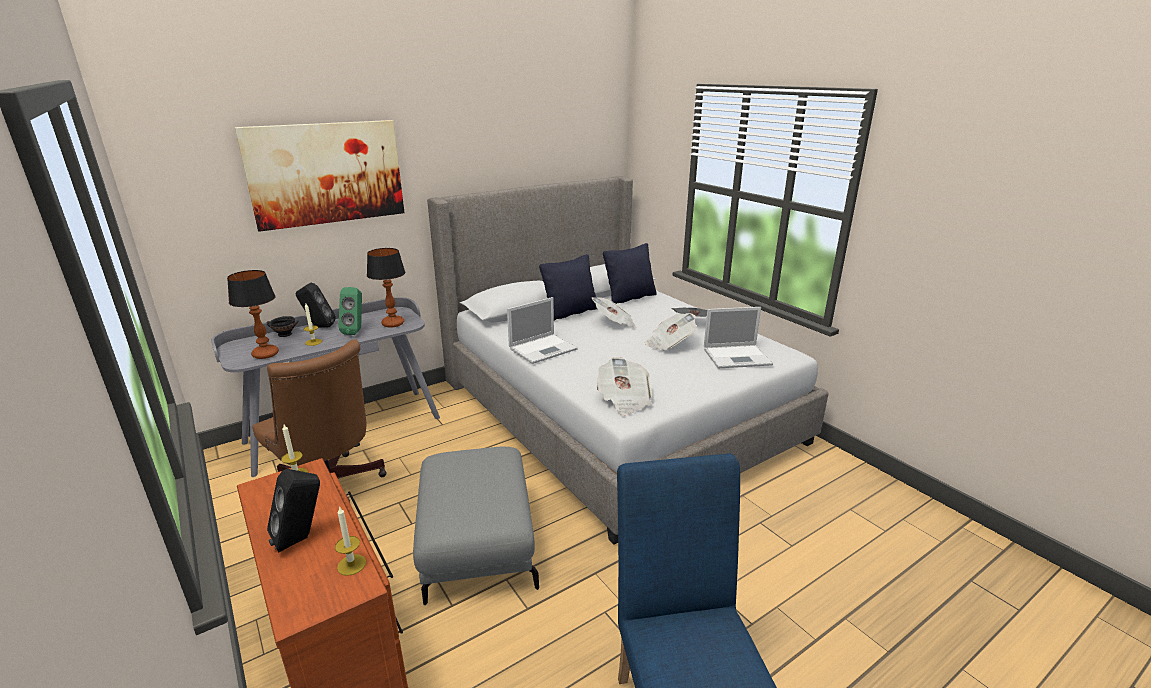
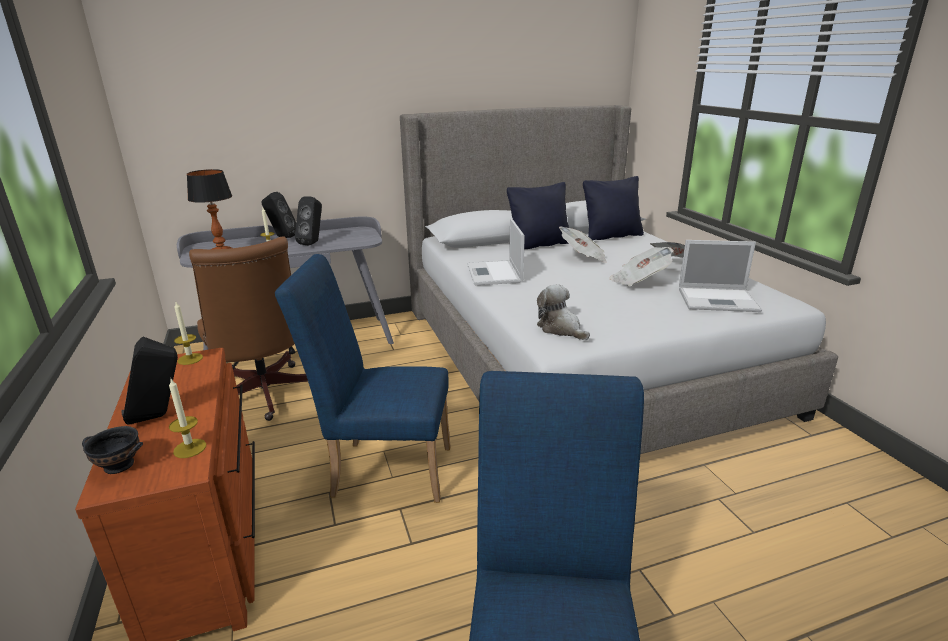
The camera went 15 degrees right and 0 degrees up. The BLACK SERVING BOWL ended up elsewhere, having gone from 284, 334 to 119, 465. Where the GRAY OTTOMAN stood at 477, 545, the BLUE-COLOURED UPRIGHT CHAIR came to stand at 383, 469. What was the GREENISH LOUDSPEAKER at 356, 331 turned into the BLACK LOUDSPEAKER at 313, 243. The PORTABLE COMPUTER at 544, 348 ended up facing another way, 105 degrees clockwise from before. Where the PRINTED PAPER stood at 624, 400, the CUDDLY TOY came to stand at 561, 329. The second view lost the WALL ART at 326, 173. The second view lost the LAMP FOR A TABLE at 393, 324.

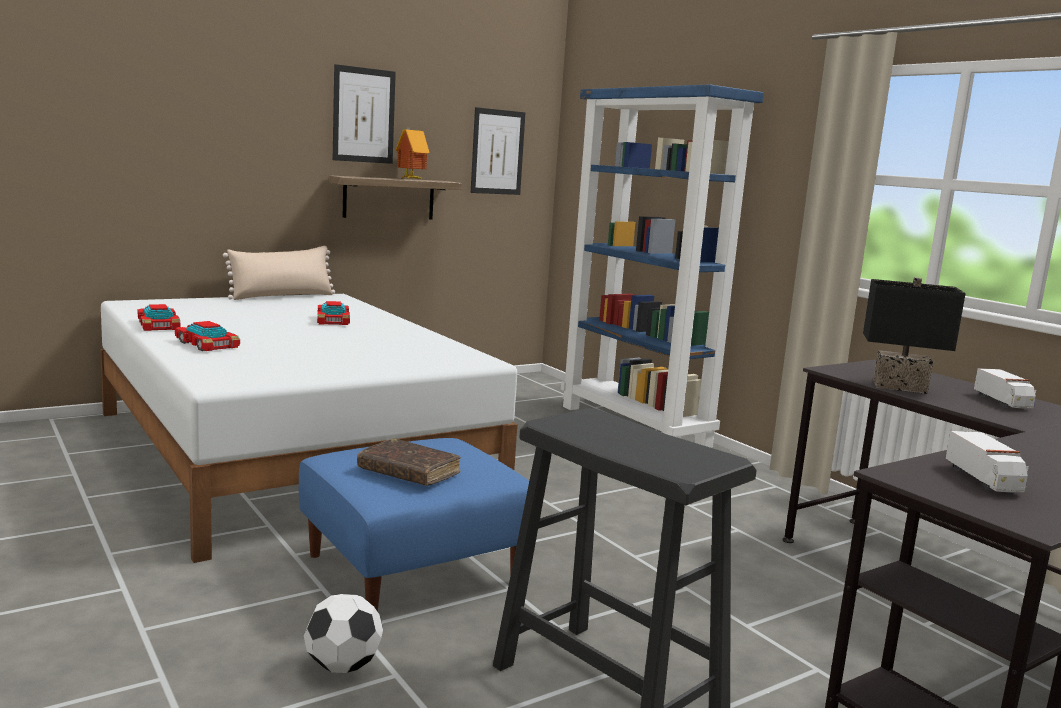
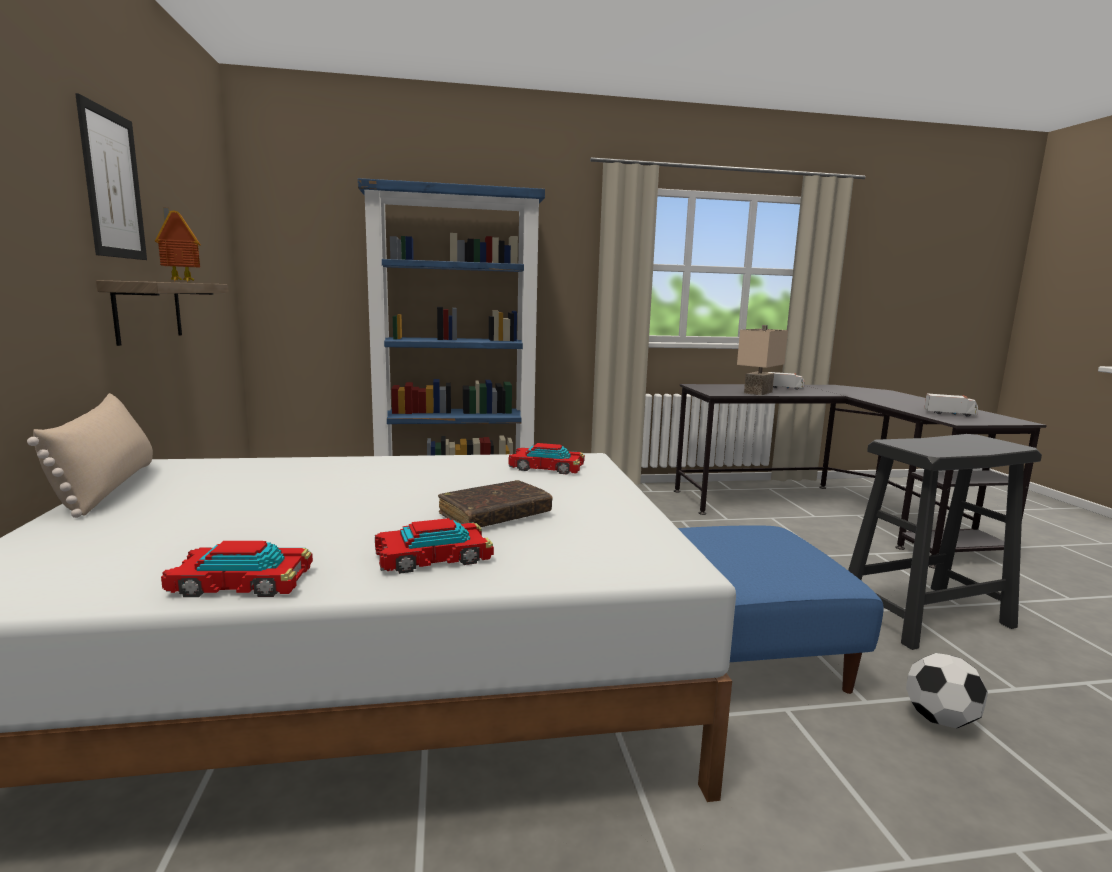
The camera went 65 degrees left and 0 degrees up. The BROWN VOLUME ended up elsewhere, having gone from 408, 472 to 495, 515. The MODEL CAR ended up elsewhere, having gone from 333, 320 to 546, 467. What was the BLACK LAMP FOR A TABLE at 900, 386 turned into the BEIGE-COLOURED LAMP FOR A TABLE at 756, 392. The second view lost the WALL ART at 497, 152.

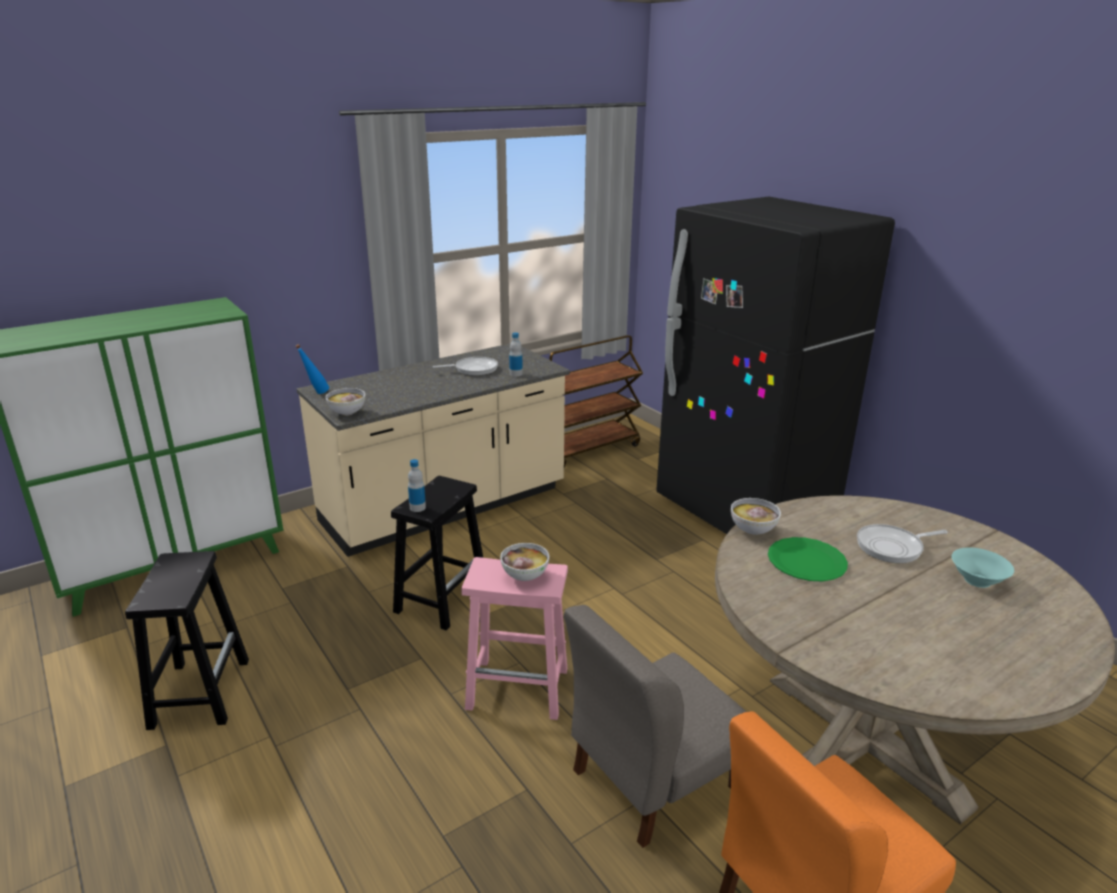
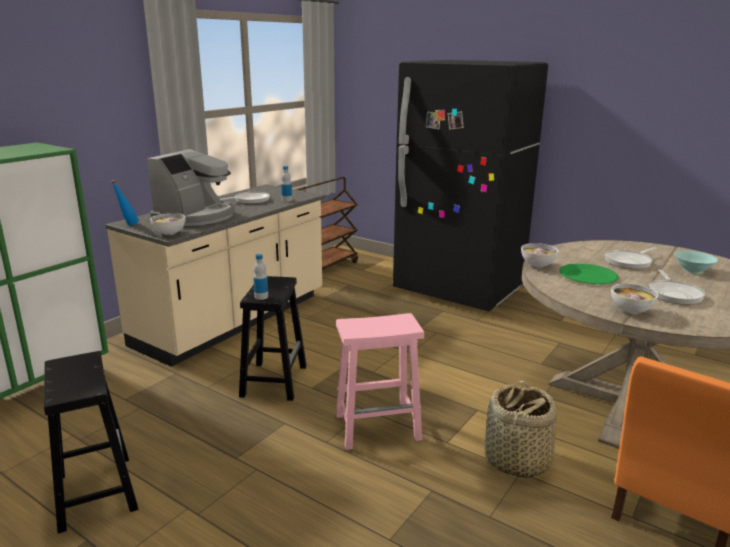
The camera went 20 degrees left and 5 degrees down. The second view gained the COFFEE MACHINE at 196, 216. Where the GRAY UPRIGHT CHAIR stood at 653, 778, the BASKET came to stand at 516, 460. The SERVING BOWL ended up elsewhere, having gone from 525, 576 to 630, 311. The second view gained the PAN at 674, 294.

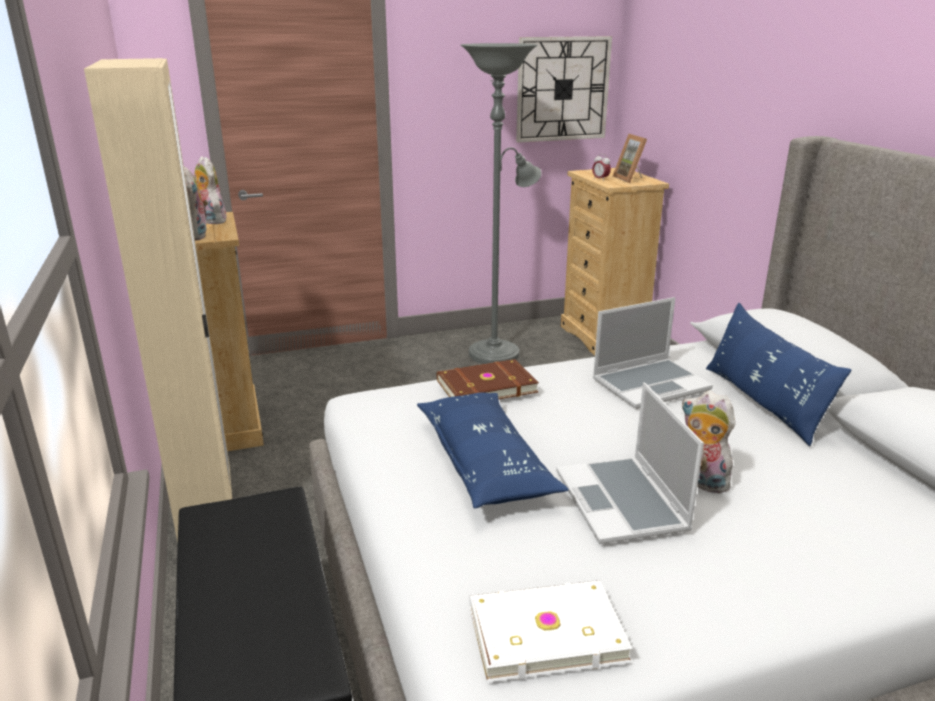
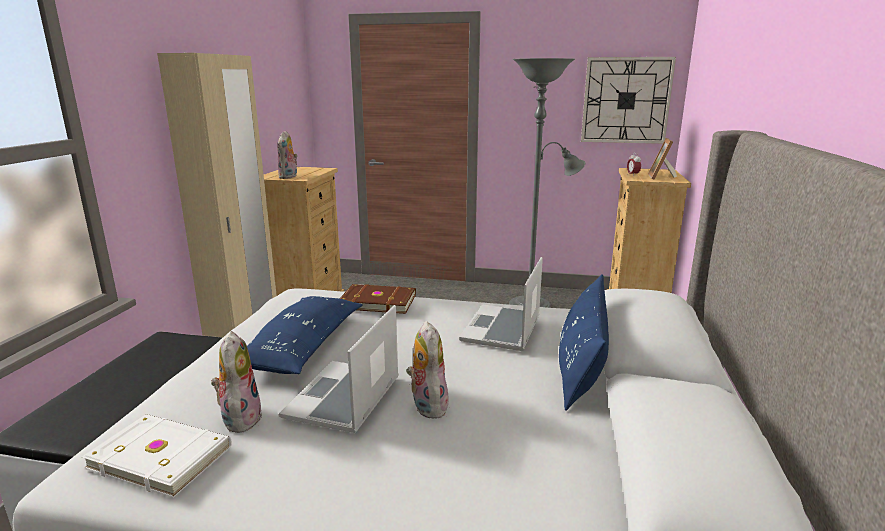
The camera went 30 degrees right and 5 degrees down. The CUDDLY TOY ended up elsewhere, having gone from 211, 221 to 240, 418. The PORTABLE COMPUTER at 651, 384 ended up facing another way, 105 degrees clockwise from before.

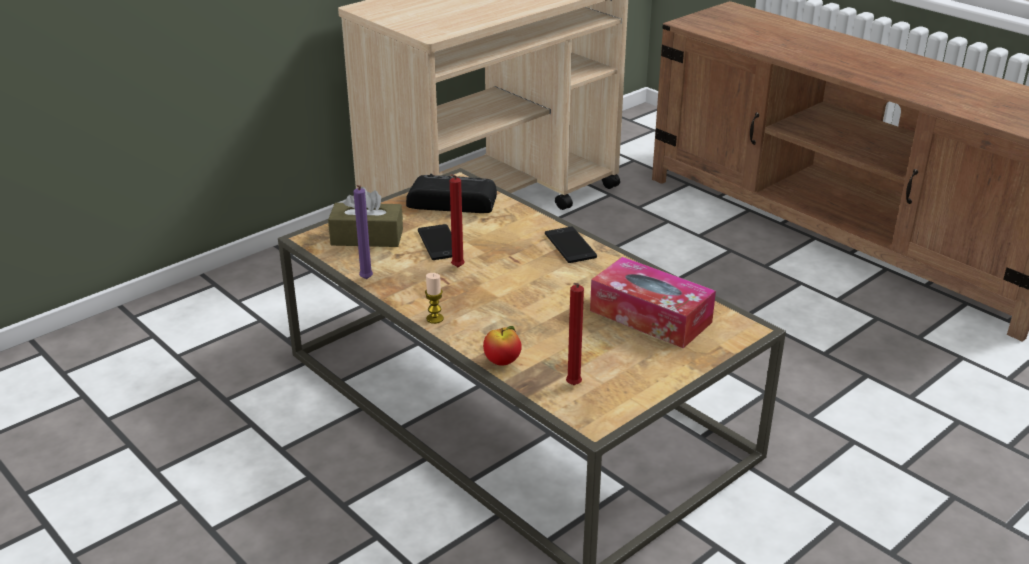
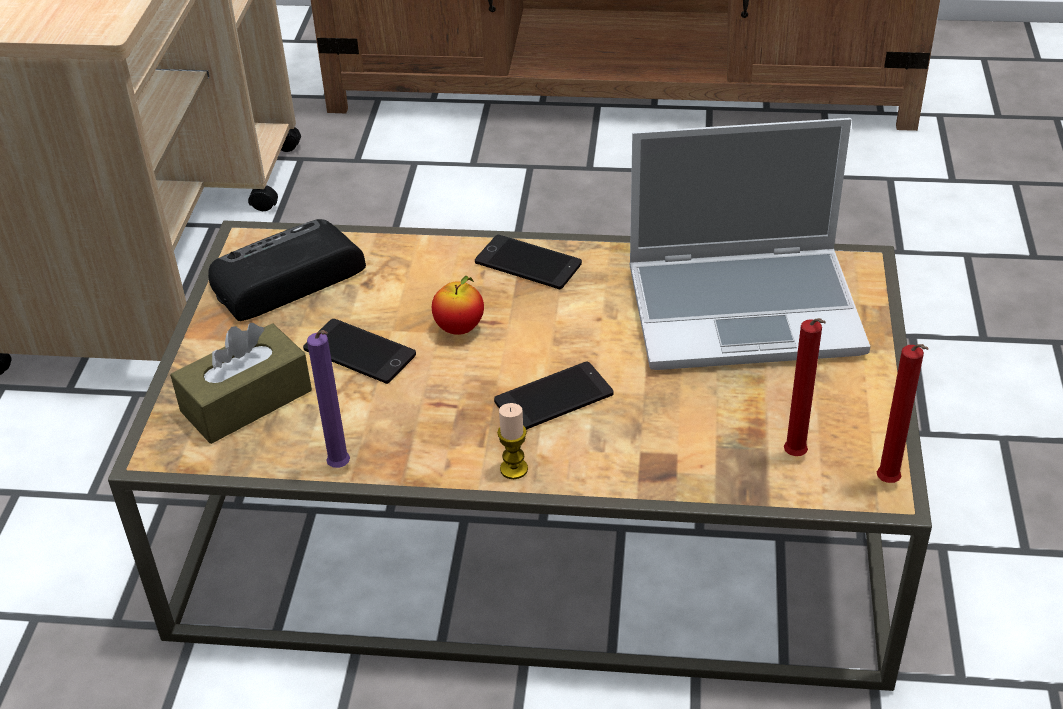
The camera went 40 degrees left and 10 degrees up. The WHOLE APPLE ended up elsewhere, having gone from 502, 362 to 459, 328. The second view gained the HANDSET at 553, 398. Where the TISSUE BOX stood at 650, 316, the PORTABLE COMPUTER came to stand at 746, 309. The RED-COLOURED CANDLE ended up elsewhere, having gone from 456, 268 to 889, 484.

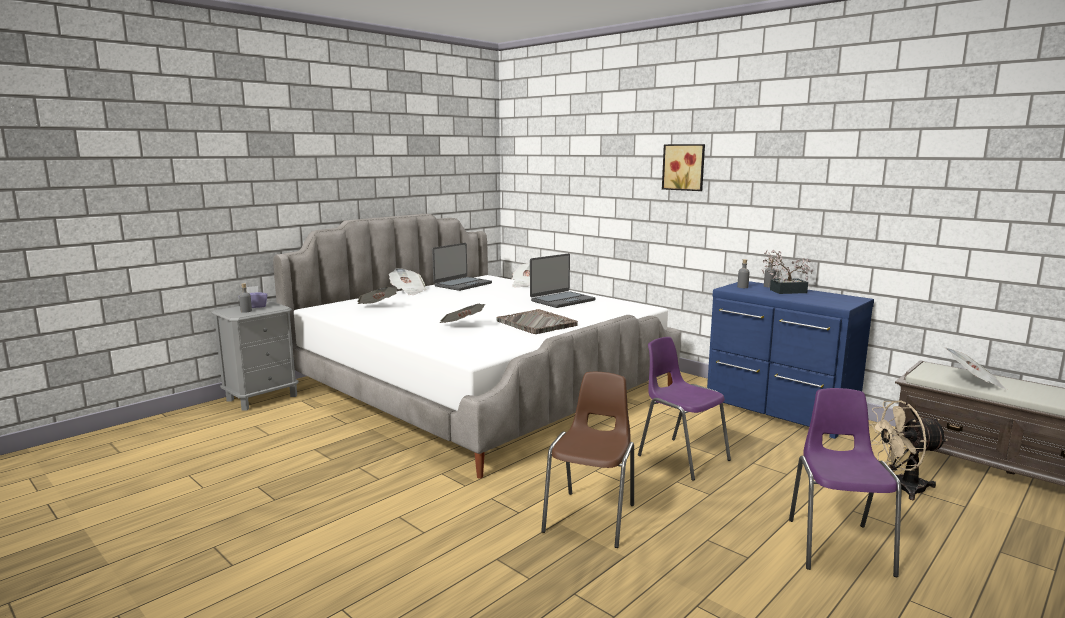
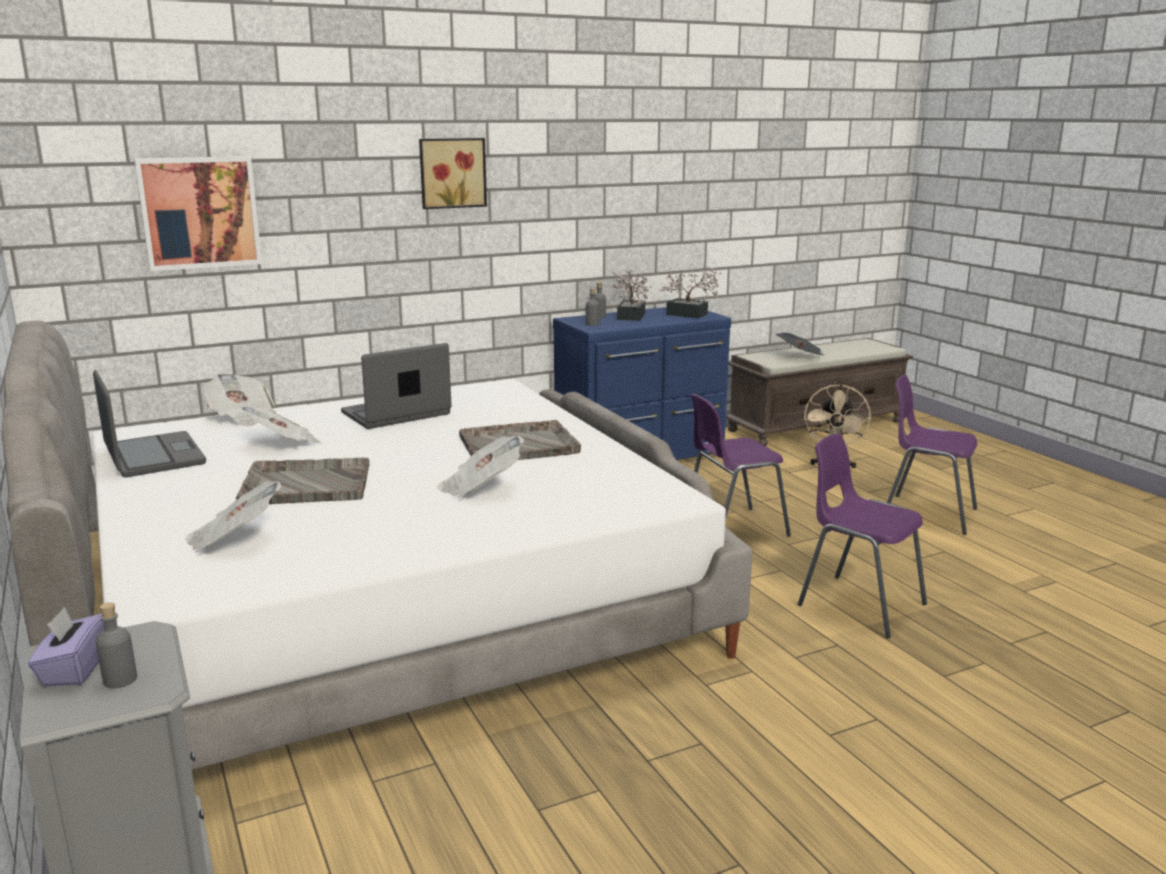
The camera went 70 degrees left and 5 degrees up. The second view gained the WALL ART at 200, 212. The second view gained the GRAY SERVING TRAY at 305, 484. The PRINTED PAPER ended up elsewhere, having gone from 408, 291 to 284, 444. The PORTABLE COMPUTER at 562, 300 ended up facing another way, 105 degrees counterclockwise from before. The second view gained the POTTED PLANT at 691, 315. What was the BROWN UPRIGHT CHAIR at 592, 517 turned into the PURPLE-COLOURED UPRIGHT CHAIR at 858, 604.

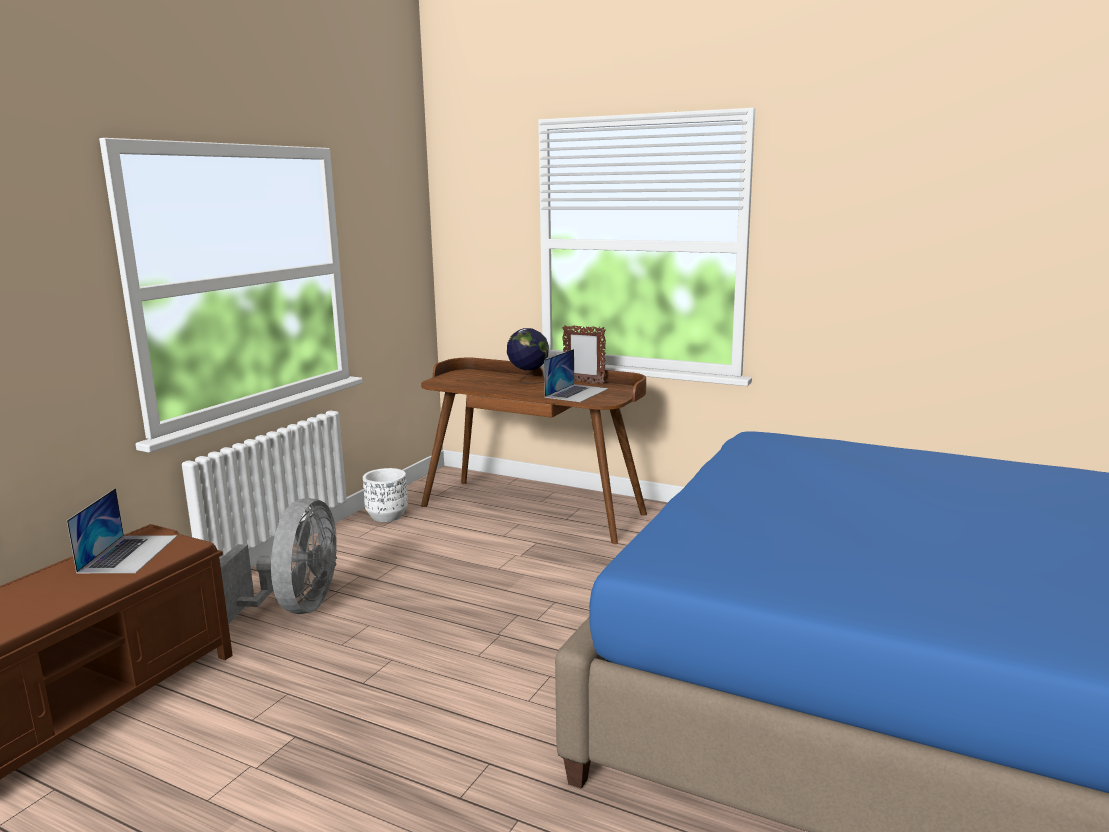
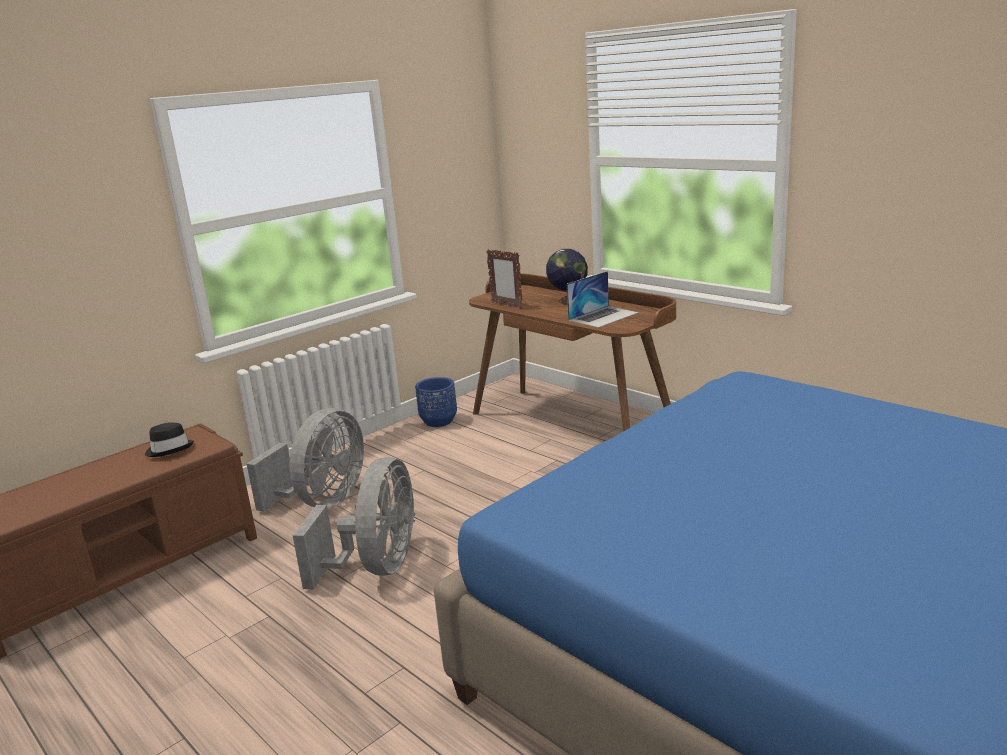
The camera went 20 degrees right and 5 degrees up. Where the PORTABLE COMPUTER stood at 129, 553, the BLACK WEARABLE HAT came to stand at 169, 449. The second view gained the GRAY COOLING FAN at 377, 567. What was the WHITE FLOWER POT at 387, 516 turned into the BLUE-COLOURED FLOWER POT at 438, 421. The STANDING FRAME ended up elsewhere, having gone from 584, 382 to 506, 305.

